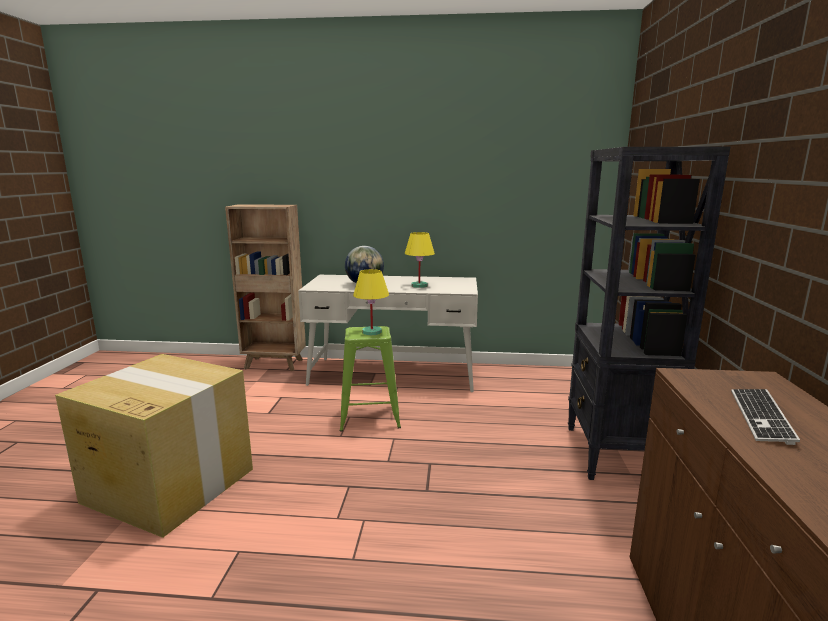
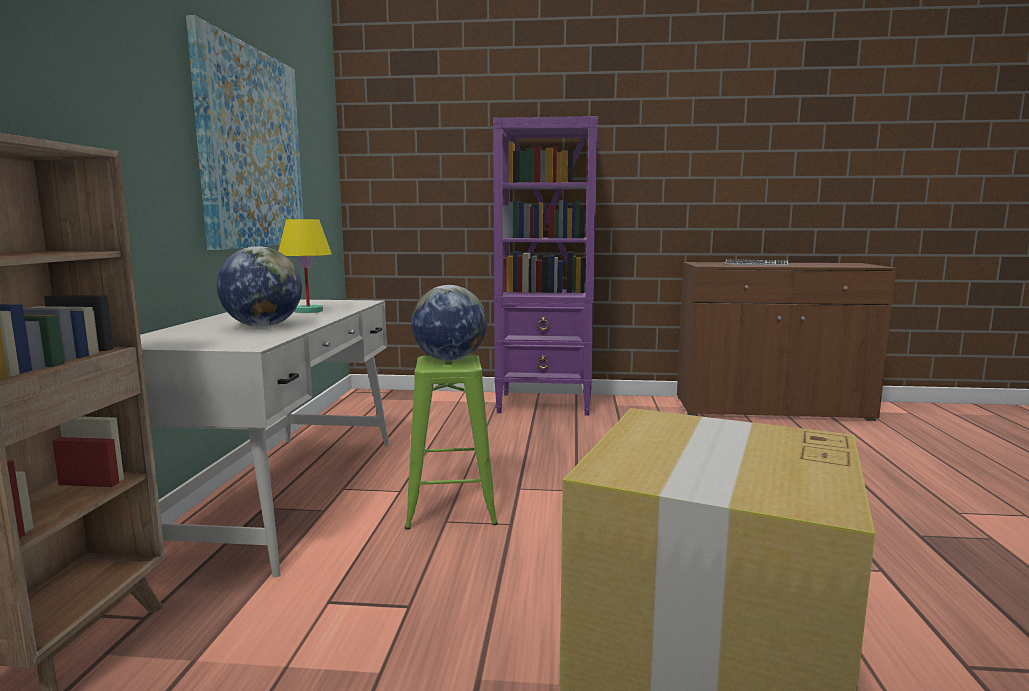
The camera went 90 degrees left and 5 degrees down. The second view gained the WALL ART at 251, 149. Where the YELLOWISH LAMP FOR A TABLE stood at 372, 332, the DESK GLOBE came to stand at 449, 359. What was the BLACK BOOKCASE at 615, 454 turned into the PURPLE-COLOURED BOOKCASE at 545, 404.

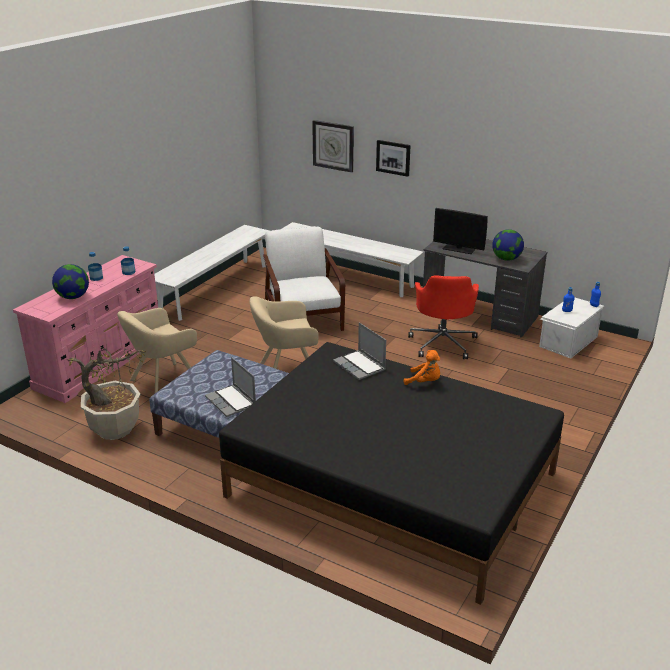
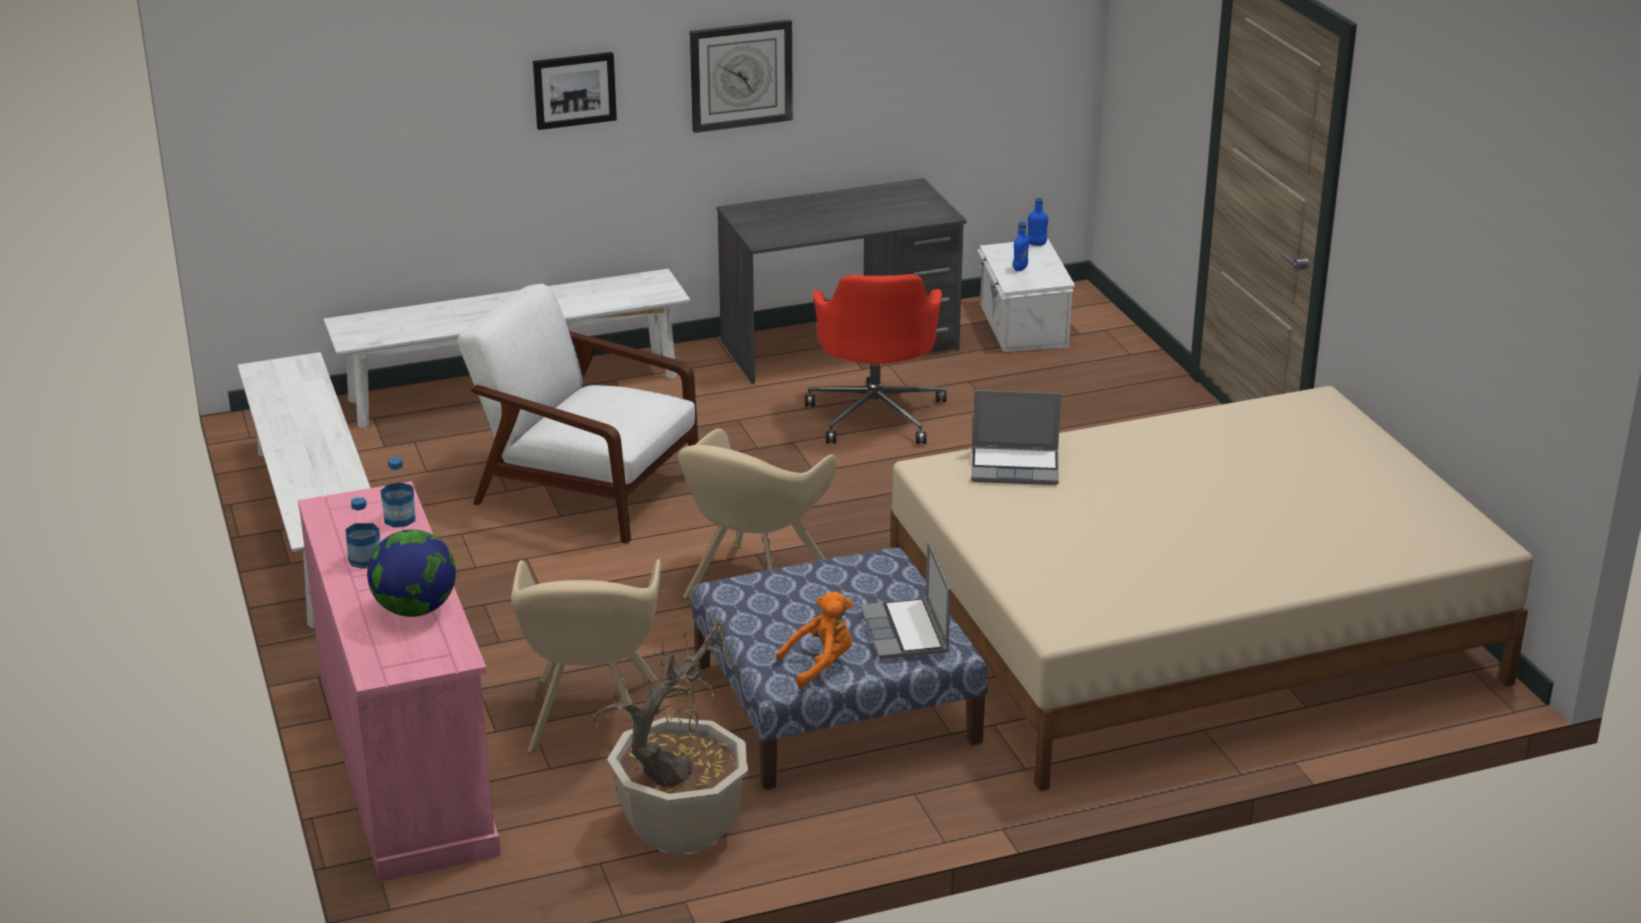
The camera went 50 degrees left and 0 degrees up. The WALL CLOCK ended up elsewhere, having gone from 333, 146 to 741, 75. The ORANGE-COLOURED CUDDLY TOY ended up elsewhere, having gone from 424, 382 to 820, 664. The RED-COLOURED DESK CHAIR at 443, 343 ended up facing another way, 45 degrees clockwise from before. The PORTABLE COMPUTER at 231, 402 ended up facing another way, 75 degrees clockwise from before. What was the BLACK BED at 392, 485 turned into the BEIGE-COLOURED BED at 1192, 631. The second view lost the MONITOR at 458, 249. The second view lost the DESK GLOBE at 506, 259.

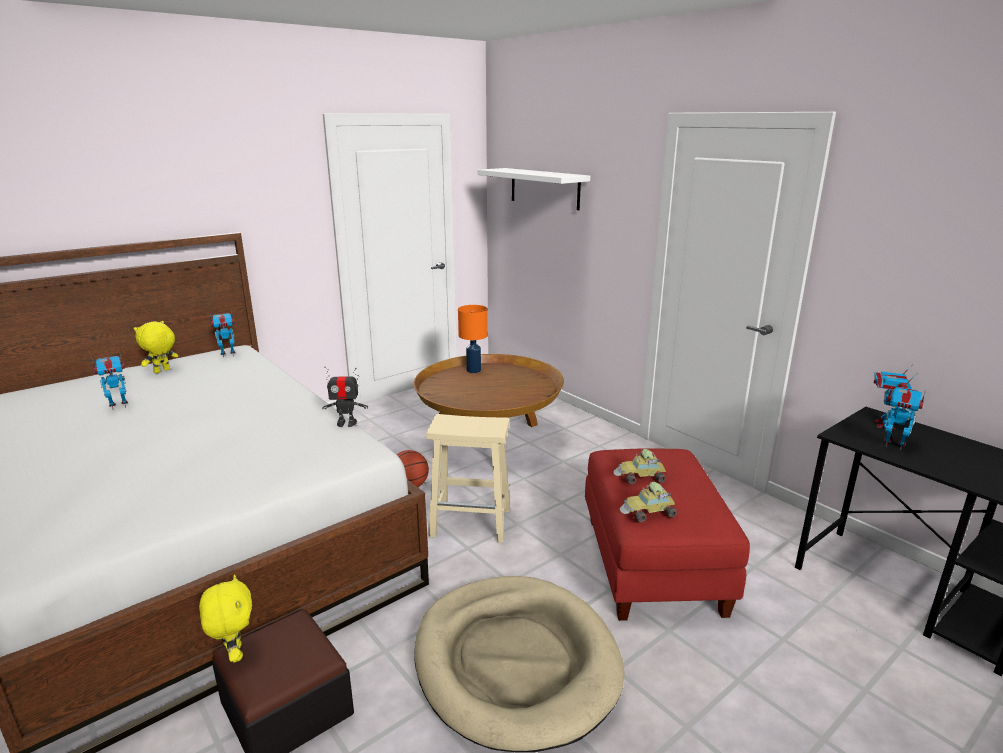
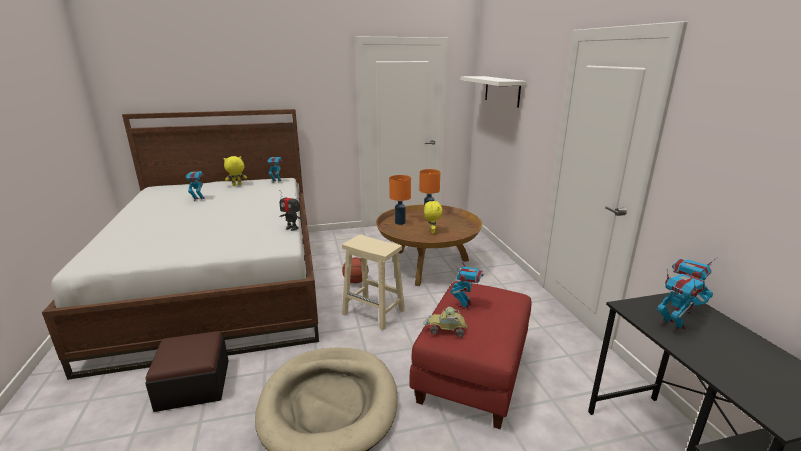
The camera went 25 degrees right and 0 degrees up. The second view gained the ORANGE-COLOURED LAMP FOR A TABLE at 399, 222. The YELLOWISH CUDDLY TOY ended up elsewhere, having gone from 234, 654 to 432, 231. Where the MODEL CAR stood at 641, 477, the MODEL ROBOT came to stand at 465, 305.

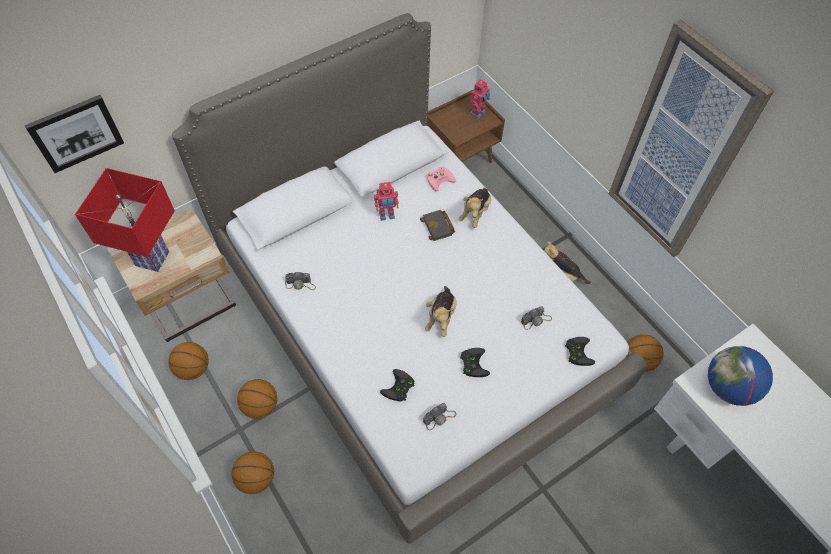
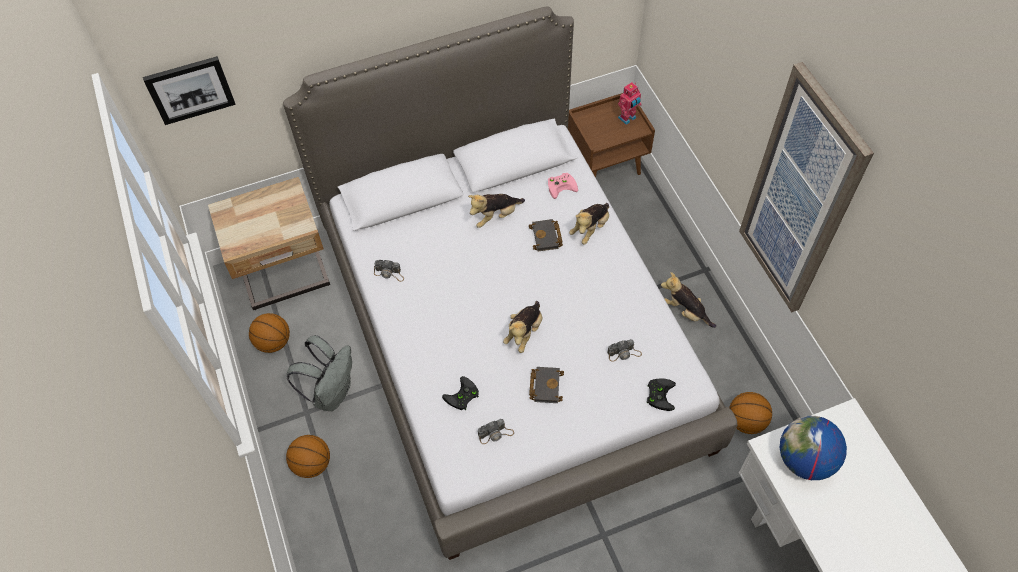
The camera went 15 degrees right and 0 degrees up. Where the BASKETBALL BALL stood at 260, 406, the GRAY KNAPSACK came to stand at 332, 392. Where the MODEL ROBOT stood at 387, 215, the CUDDLY TOY came to stand at 495, 216. Where the BLACK JOYPAD stood at 473, 363, the BLACK VOLUME came to stand at 545, 385. The second view lost the RED-COLOURED LAMP FOR A TABLE at 153, 258.

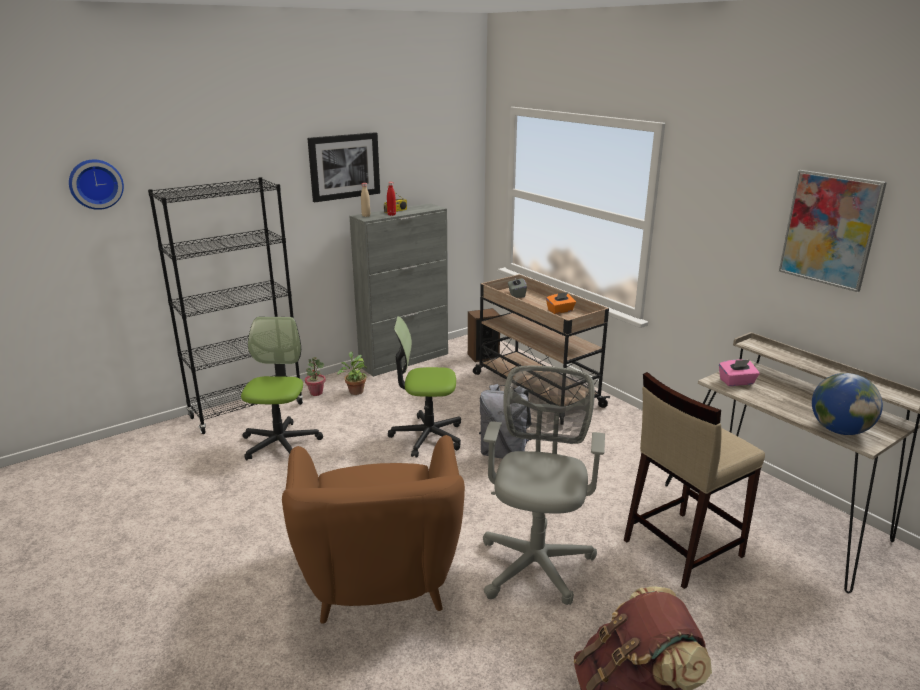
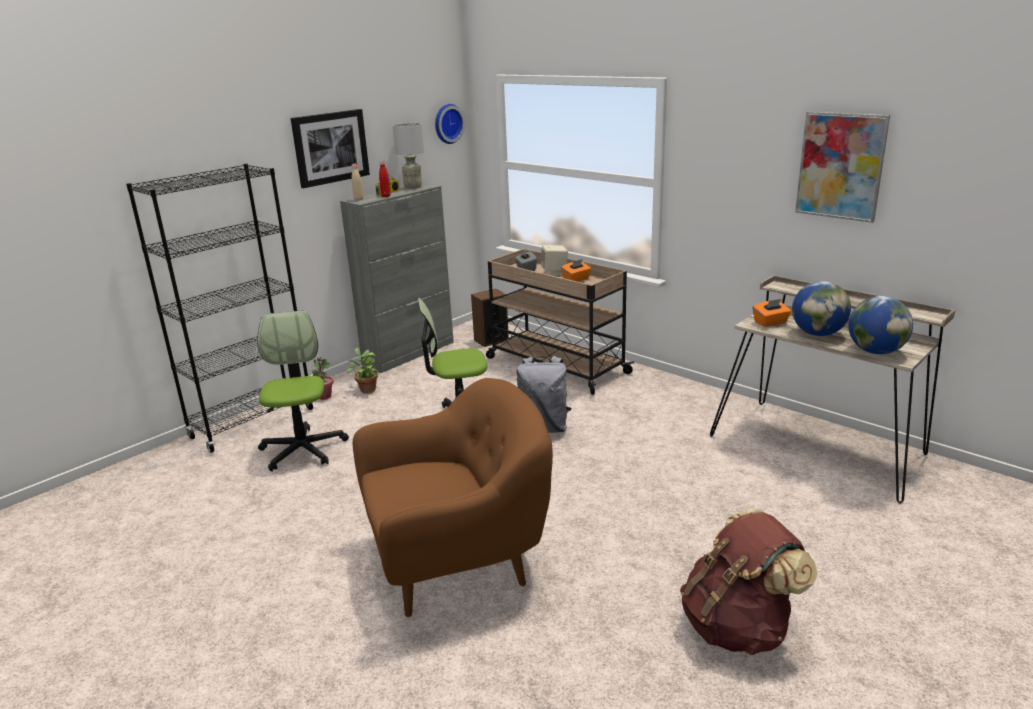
The camera went 10 degrees left and 0 degrees up. The BROWN EASY CHAIR at 379, 579 ended up facing another way, 90 degrees counterclockwise from before. The second view gained the GRAY LAMP FOR A TABLE at 412, 187. The WALL CLOCK ended up elsewhere, having gone from 95, 184 to 447, 123. The second view gained the BEIGE-COLOURED LOUDSPEAKER at 554, 273. What was the PINK TISSUE BOX at 736, 382 turned into the ORANGE-COLOURED TISSUE BOX at 770, 322. The second view gained the DESK GLOBE at 817, 333. The second view lost the GRAY DESK CHAIR at 536, 561. The second view lost the BEIGE-COLOURED STOOL SEAT at 681, 548.

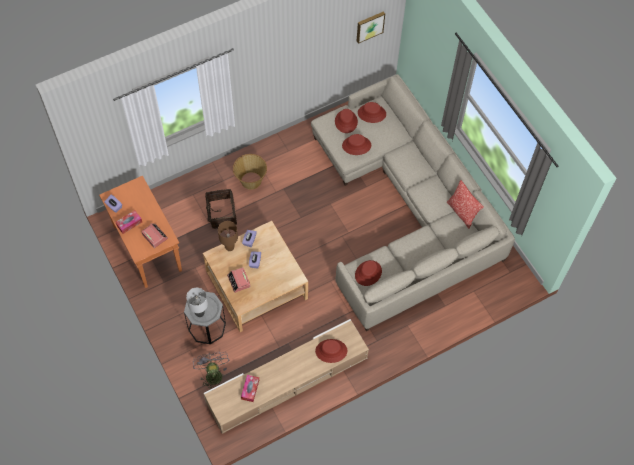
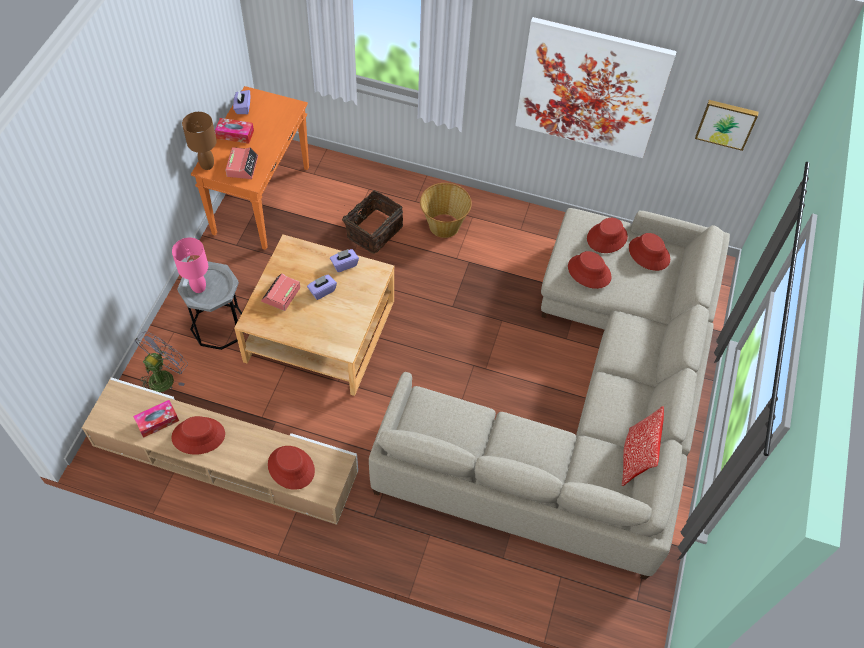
The camera went 45 degrees right and 5 degrees down. The RED-COLOURED WEARABLE HAT ended up elsewhere, having gone from 368, 273 to 198, 435. What was the GRAY LAMP FOR A TABLE at 200, 313 turned into the PINK LAMP FOR A TABLE at 198, 288. The BROWN LAMP FOR A TABLE ended up elsewhere, having gone from 230, 248 to 207, 165. The second view gained the WALL ART at 591, 88.

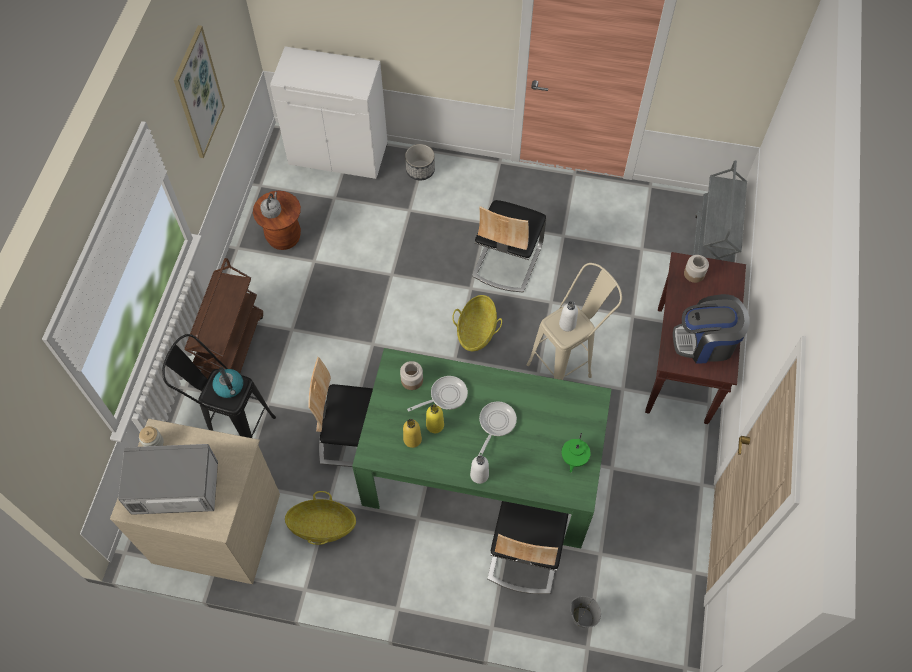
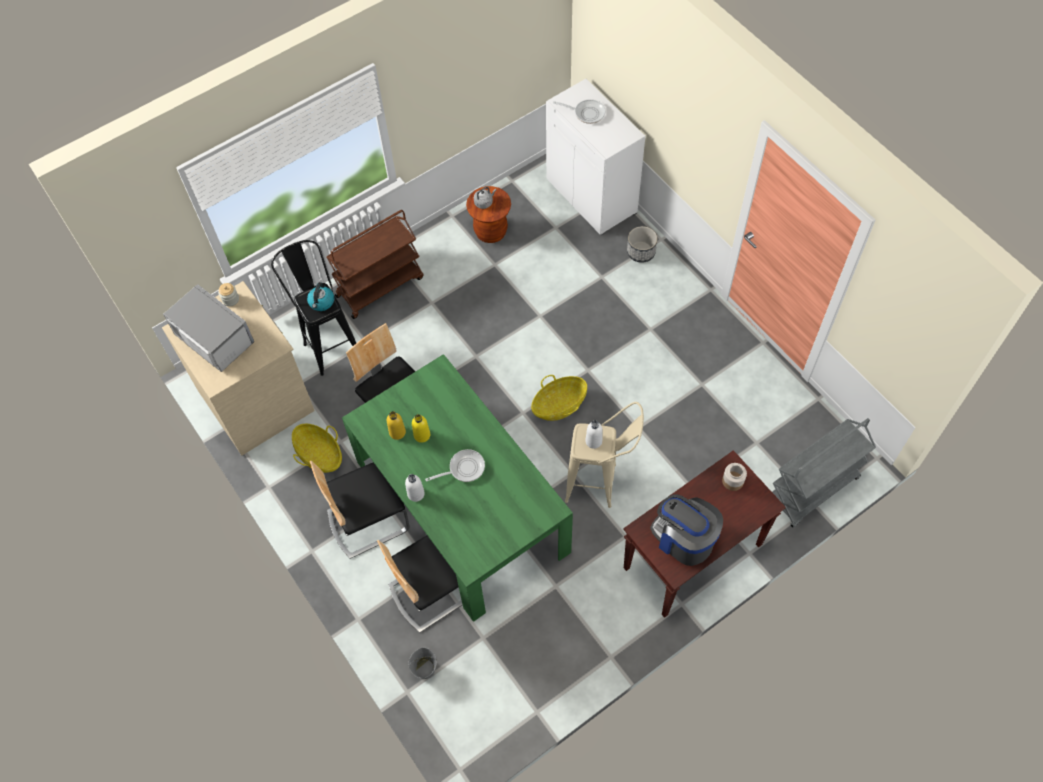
The camera went 45 degrees right and 0 degrees up. The UPRIGHT CHAIR ended up elsewhere, having gone from 507, 260 to 367, 520. The PAN ended up elsewhere, having gone from 445, 396 to 586, 113. The second view lost the WALL ART at 198, 93. The second view lost the JAR at 412, 380. The second view lost the GREENISH POT FOR TEA at 574, 458.

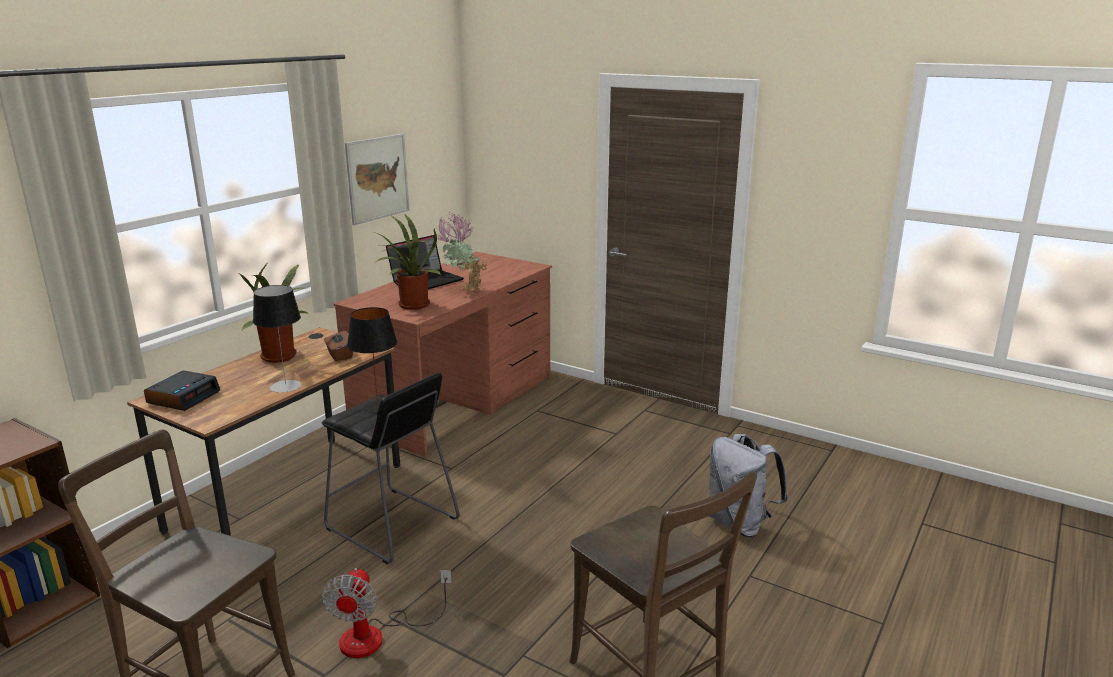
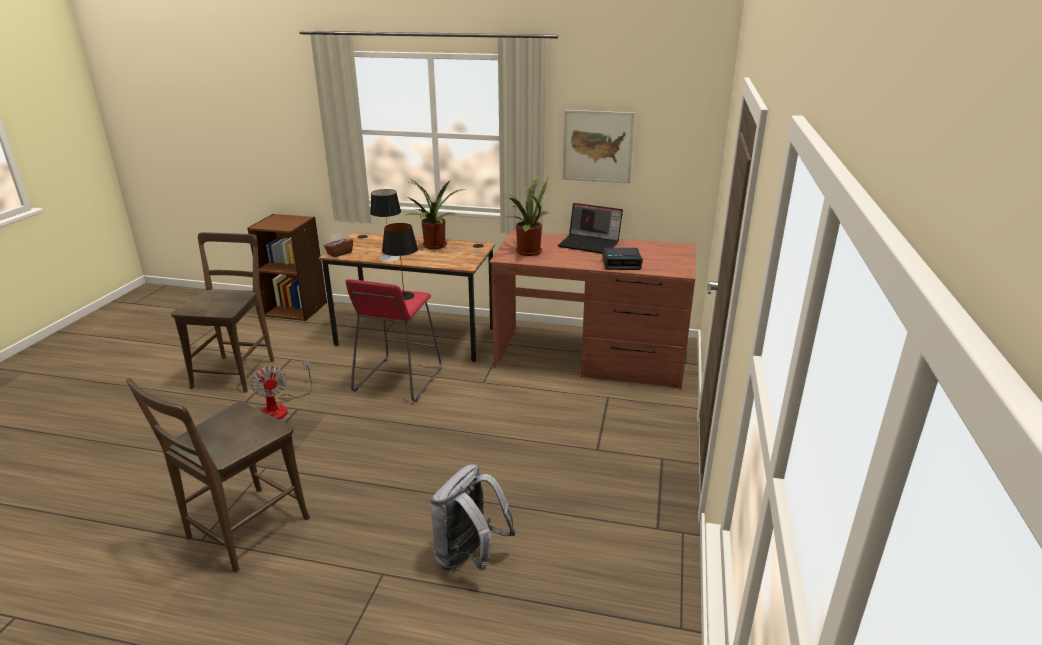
The camera went 70 degrees right and 5 degrees up. The COOLING FAN at 377, 636 ended up facing another way, 105 degrees counterclockwise from before. The BROWN TISSUE BOX ended up elsewhere, having gone from 339, 355 to 339, 253. What was the BLACK STOOL SEAT at 392, 524 turned into the RED-COLOURED STOOL SEAT at 398, 380. The ALARM CLOCK ended up elsewhere, having gone from 183, 397 to 621, 263. The second view lost the POTTED PLANT at 463, 291.

